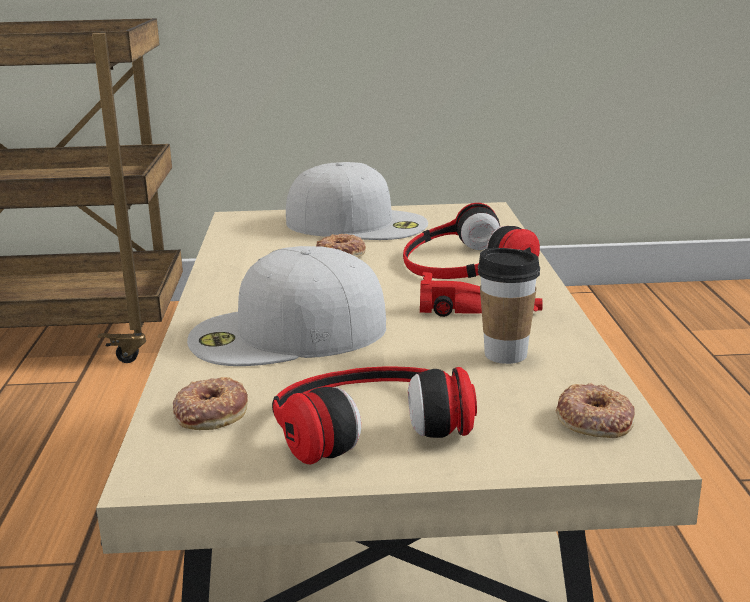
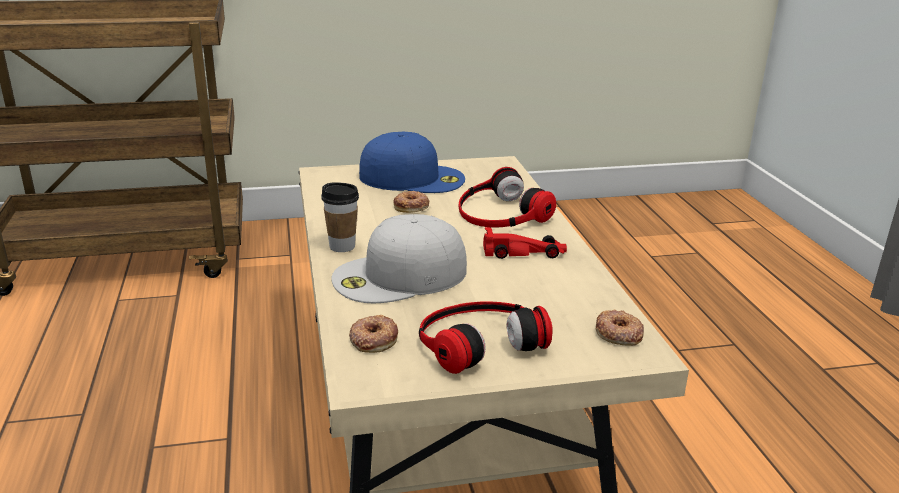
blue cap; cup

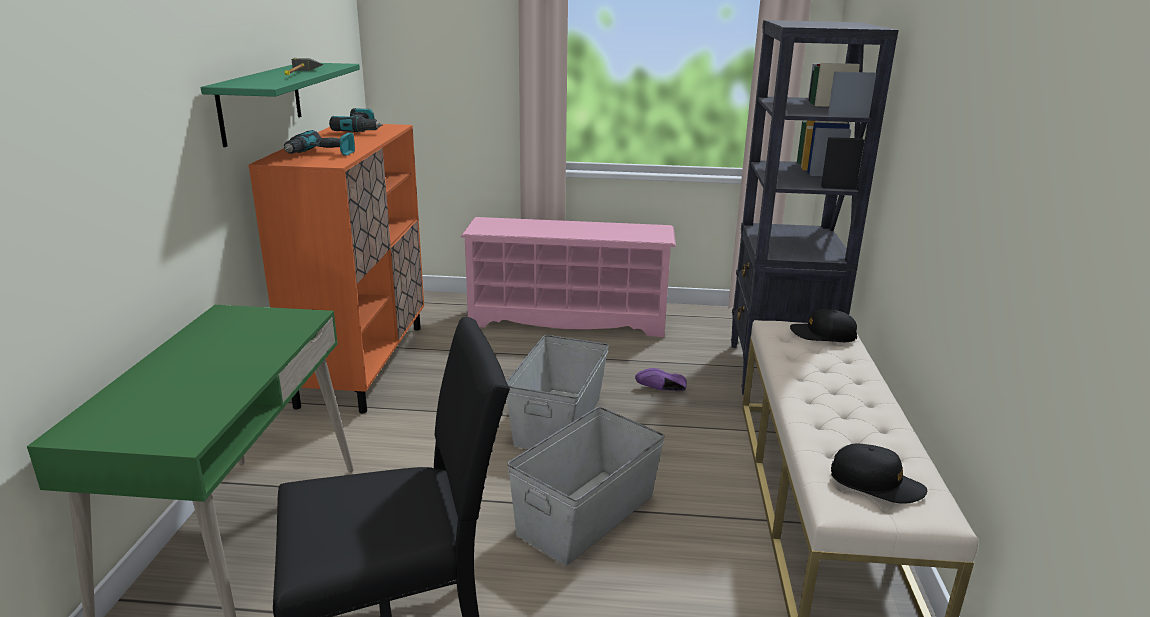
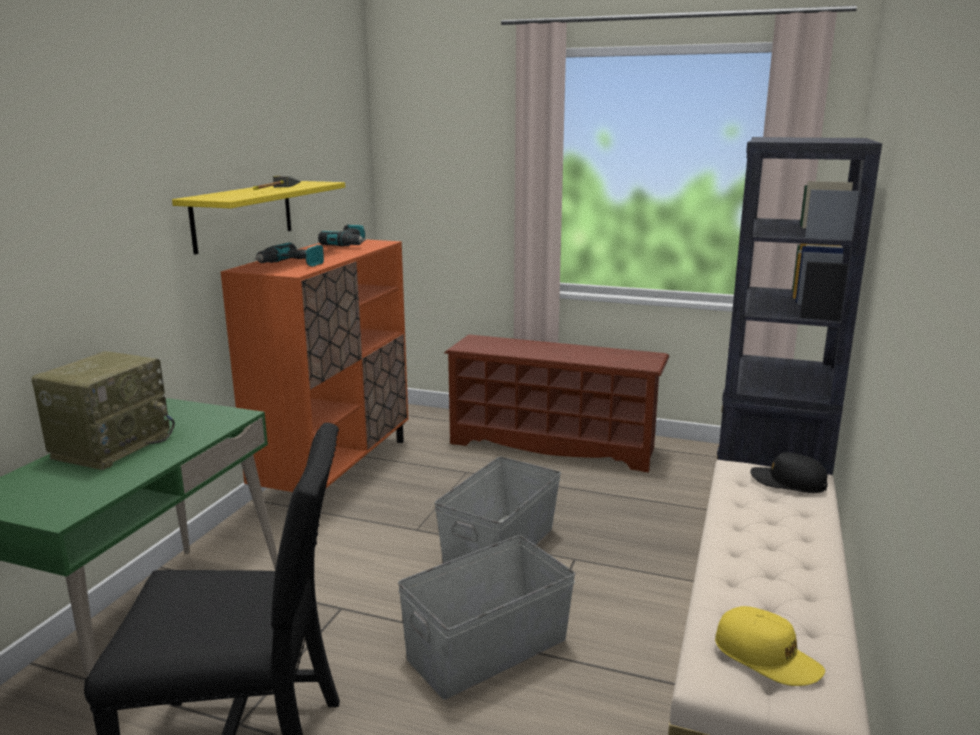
yellow shelf; brown shoe rack; purple shoe; yellow cap; radio

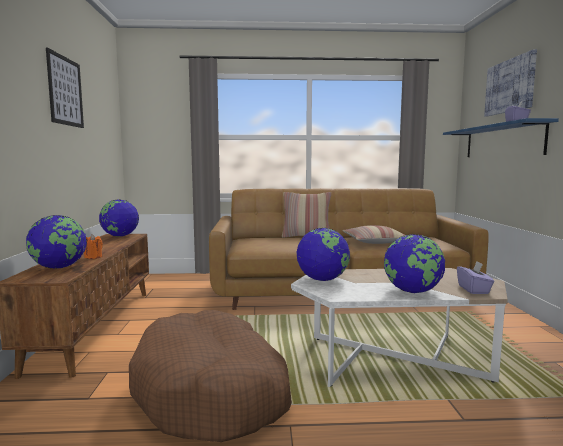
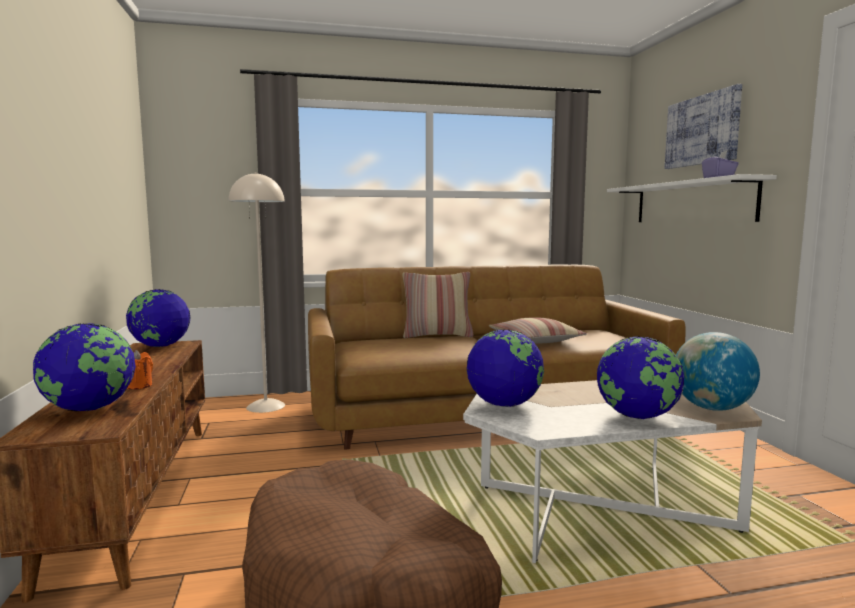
picture (1st from left in the first image); white shelf; globe (5th from left); beige floor lamp

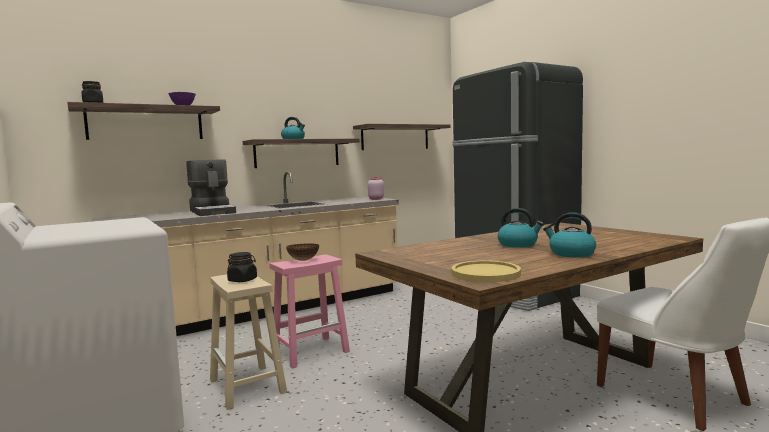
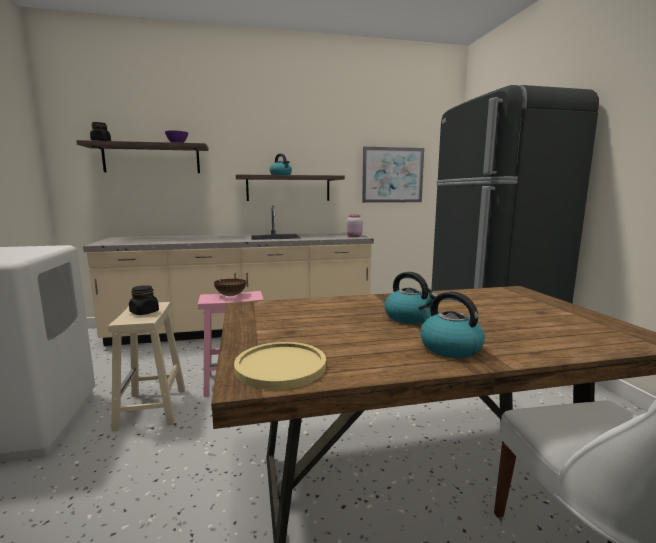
picture; coffee machine

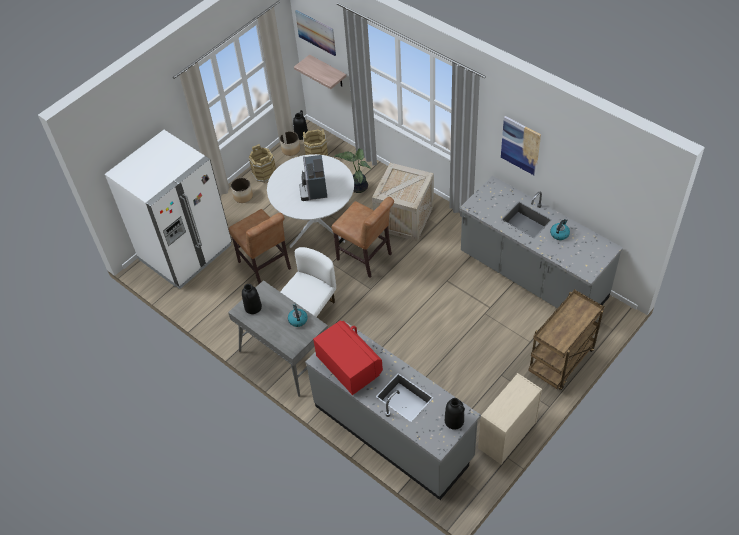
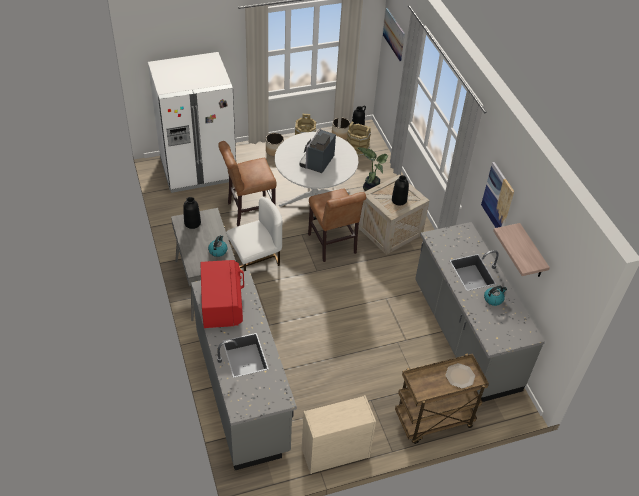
shelf; brown chair (1st from left); black vase (3rd from left); plate

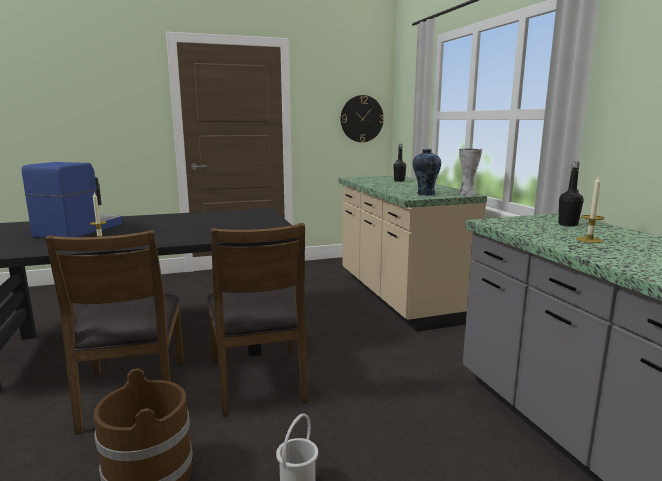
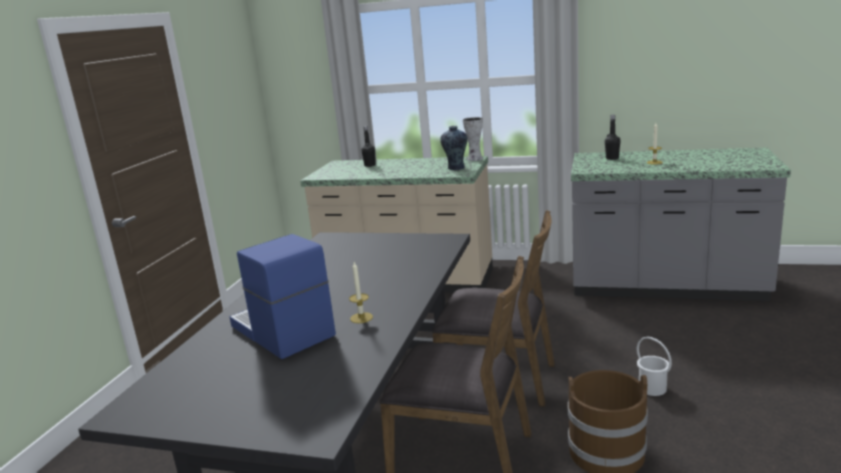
wall clock

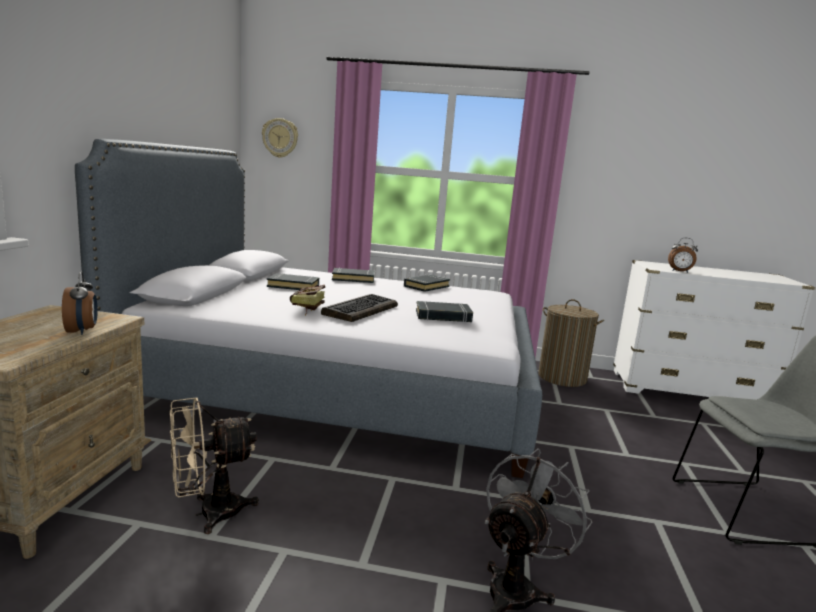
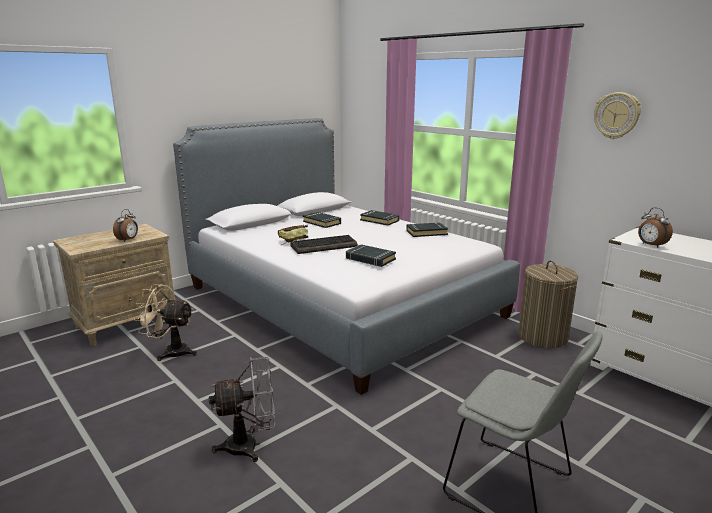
wall clock

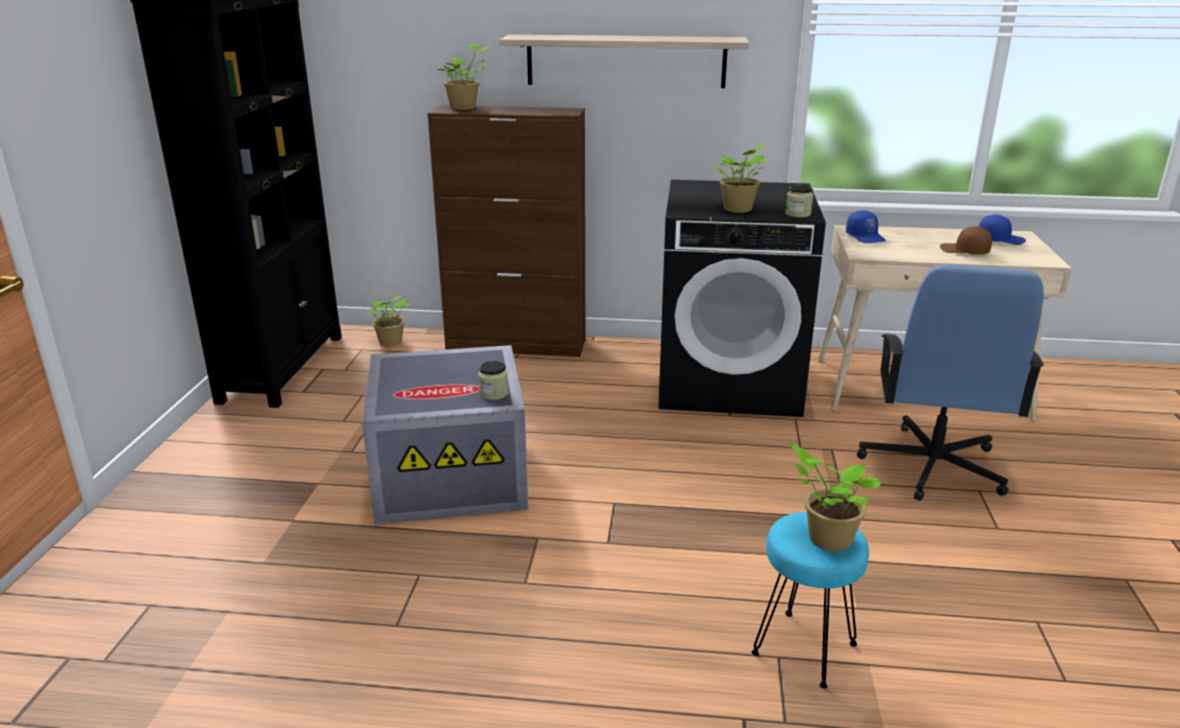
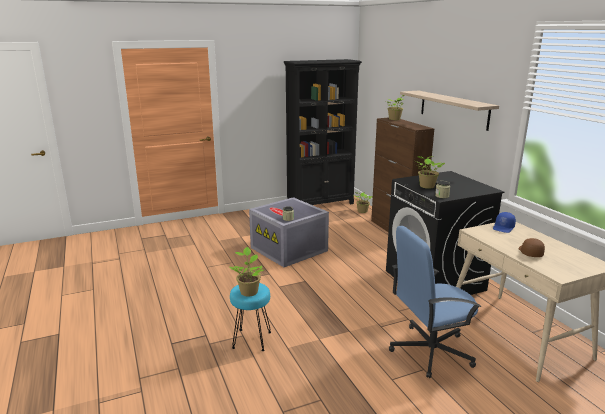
blue cap (2nd from left in the first image)

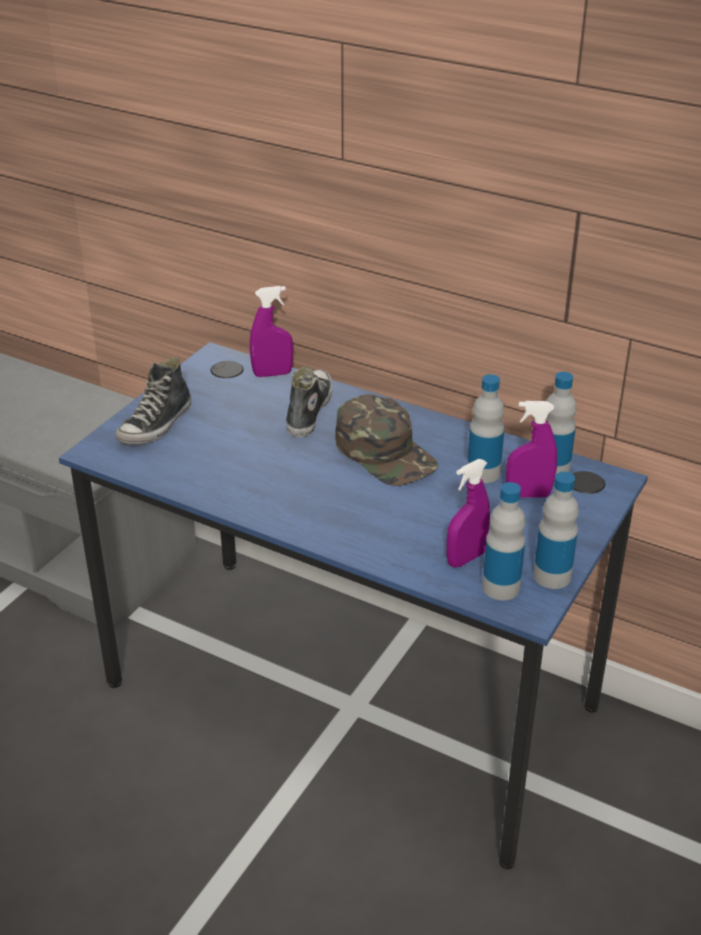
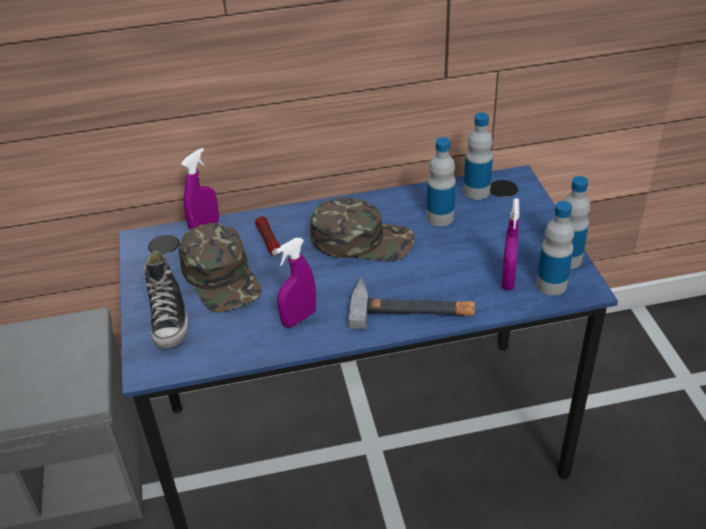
flashlight; purple spray bottle (2nd from left); green cap (1st from left); hammer

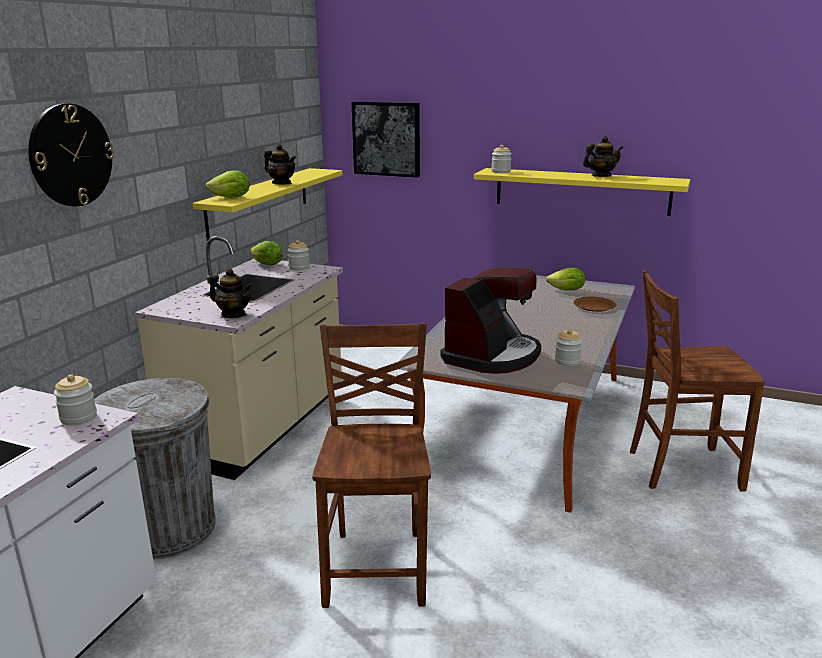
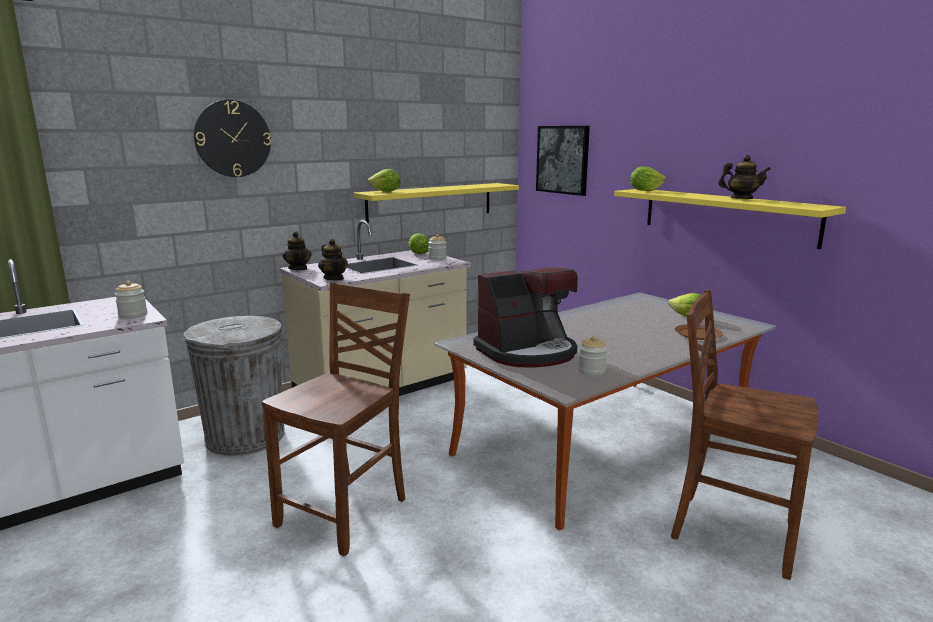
teapot (1st from left); lettuce (3rd from left)

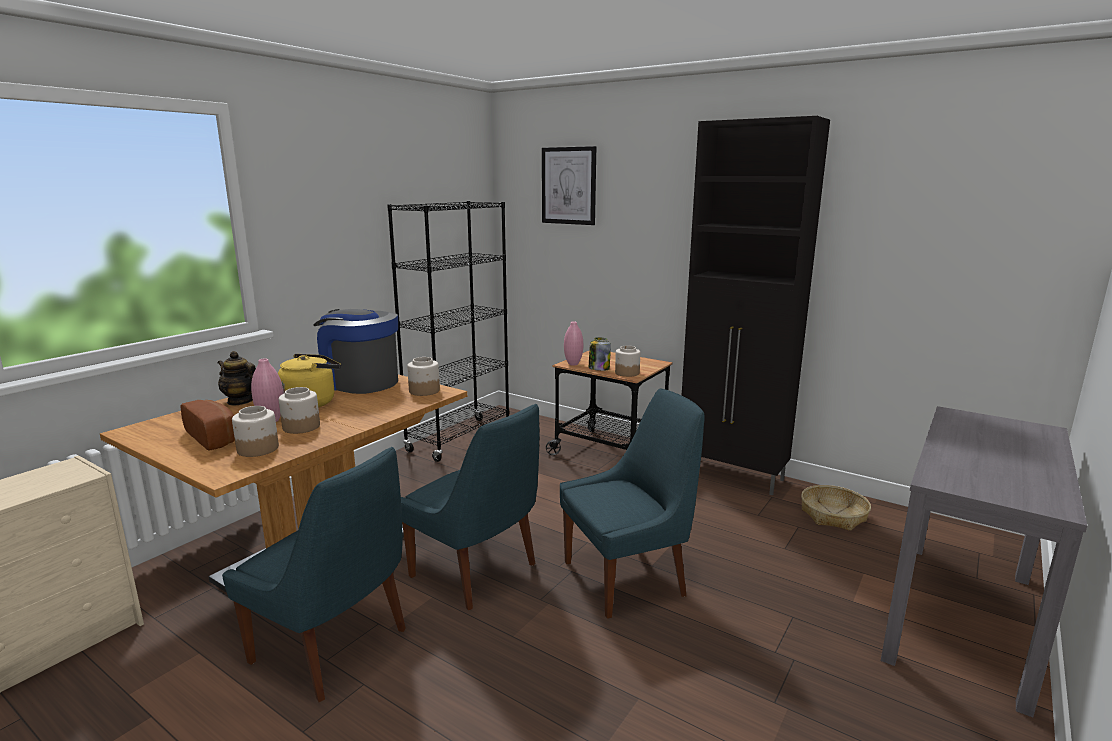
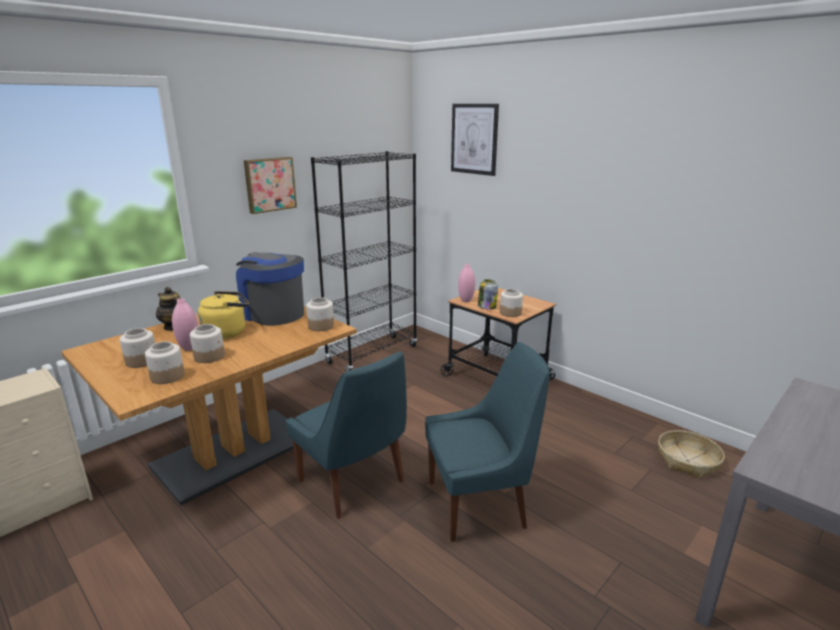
black cabinet; jar (1st from left); blue chair (1st from left in the first image); picture (1st from left)

